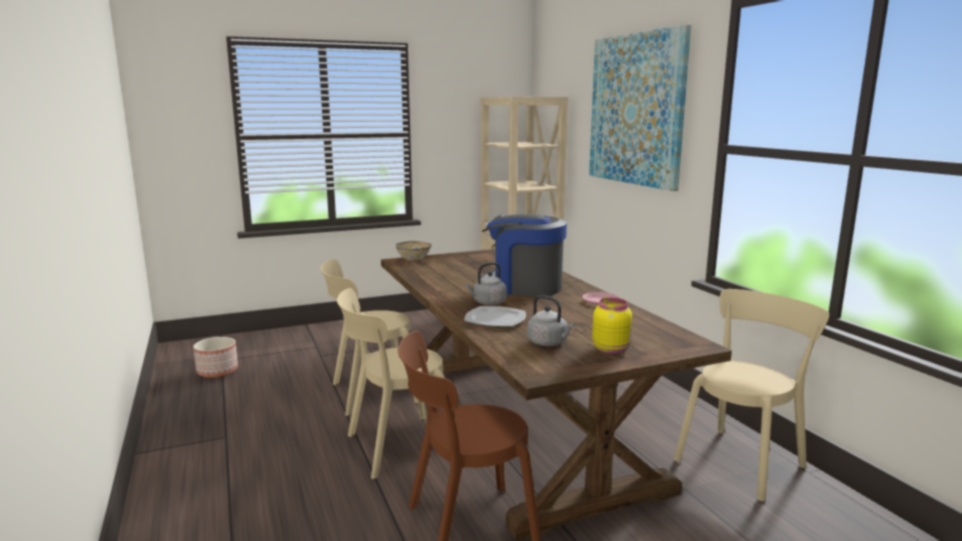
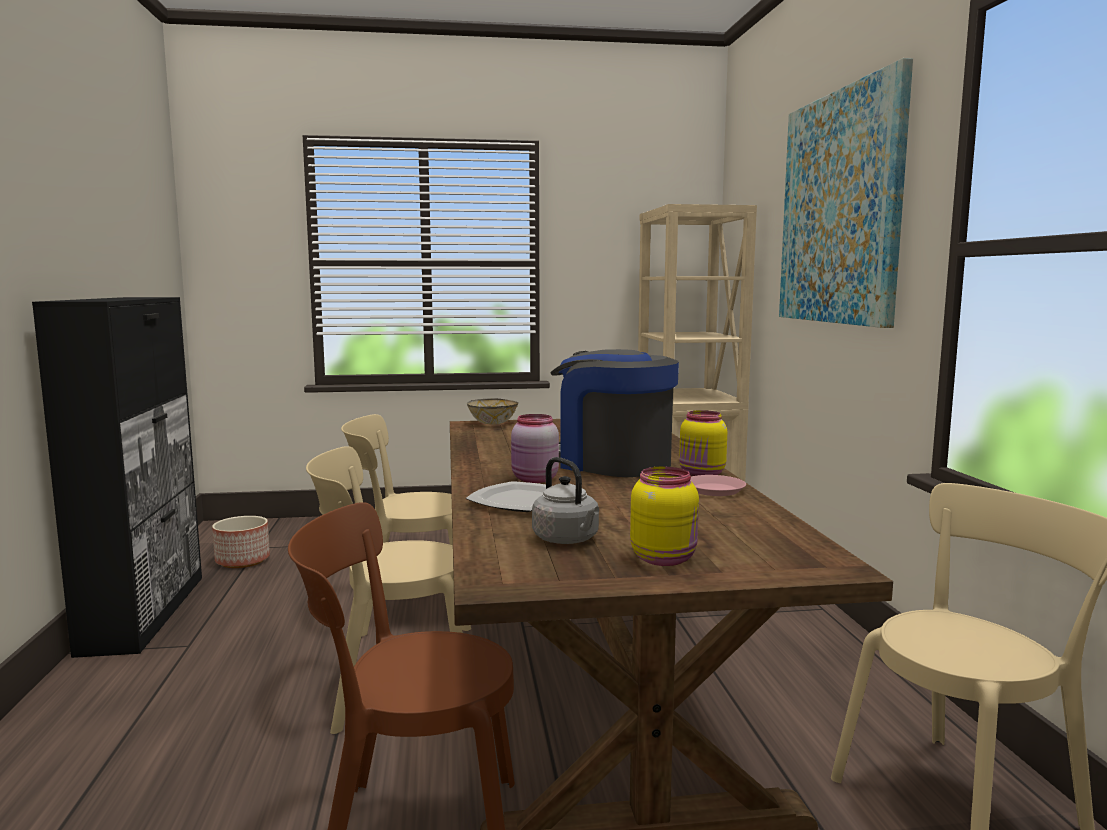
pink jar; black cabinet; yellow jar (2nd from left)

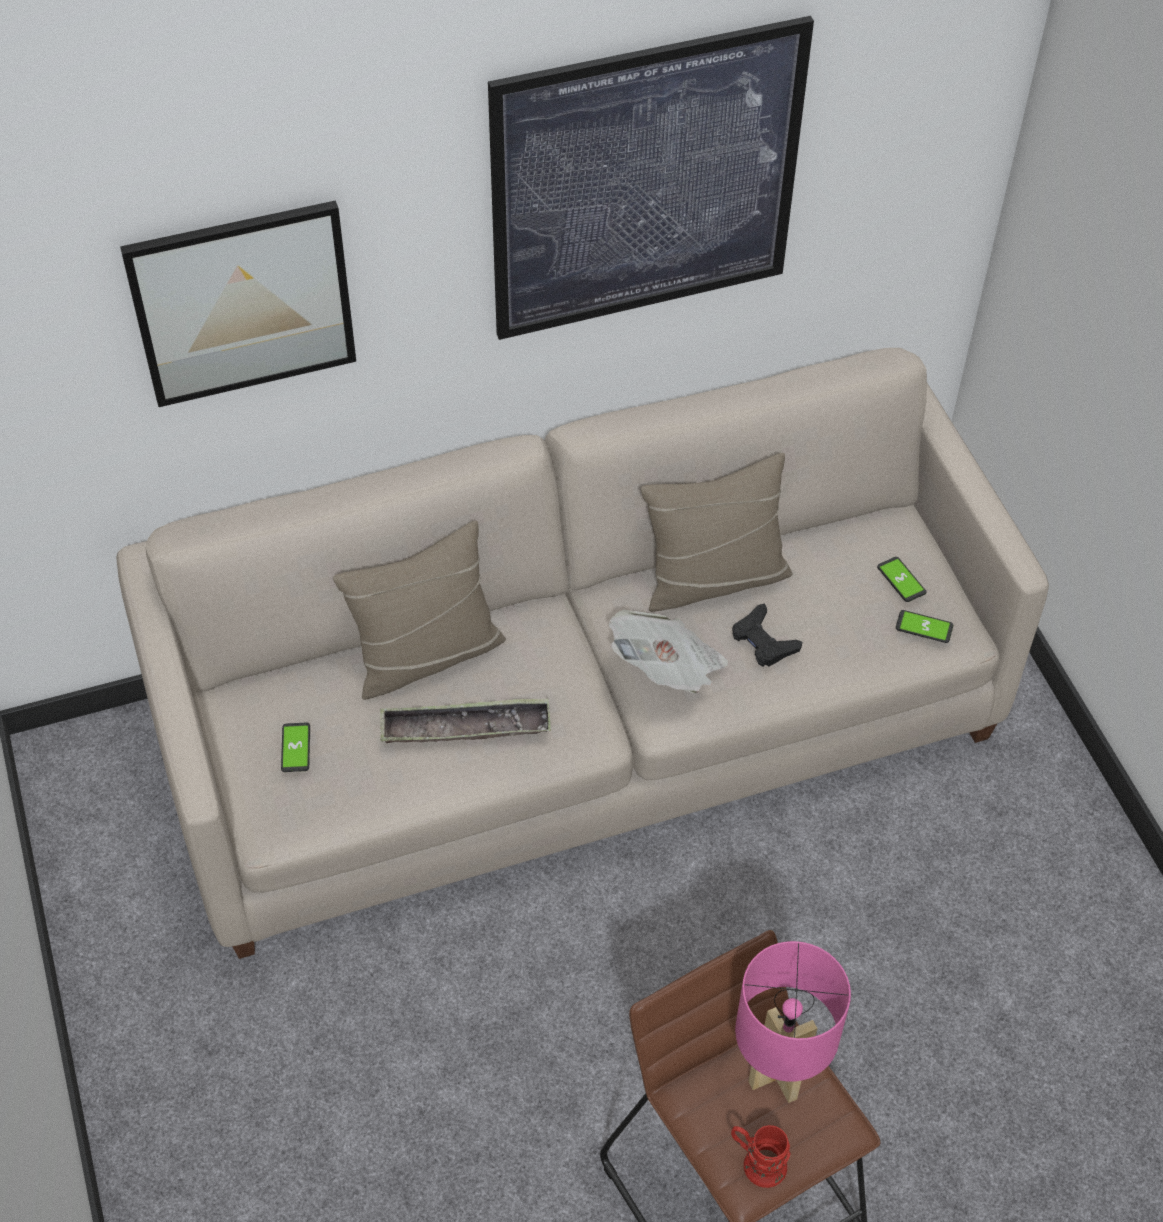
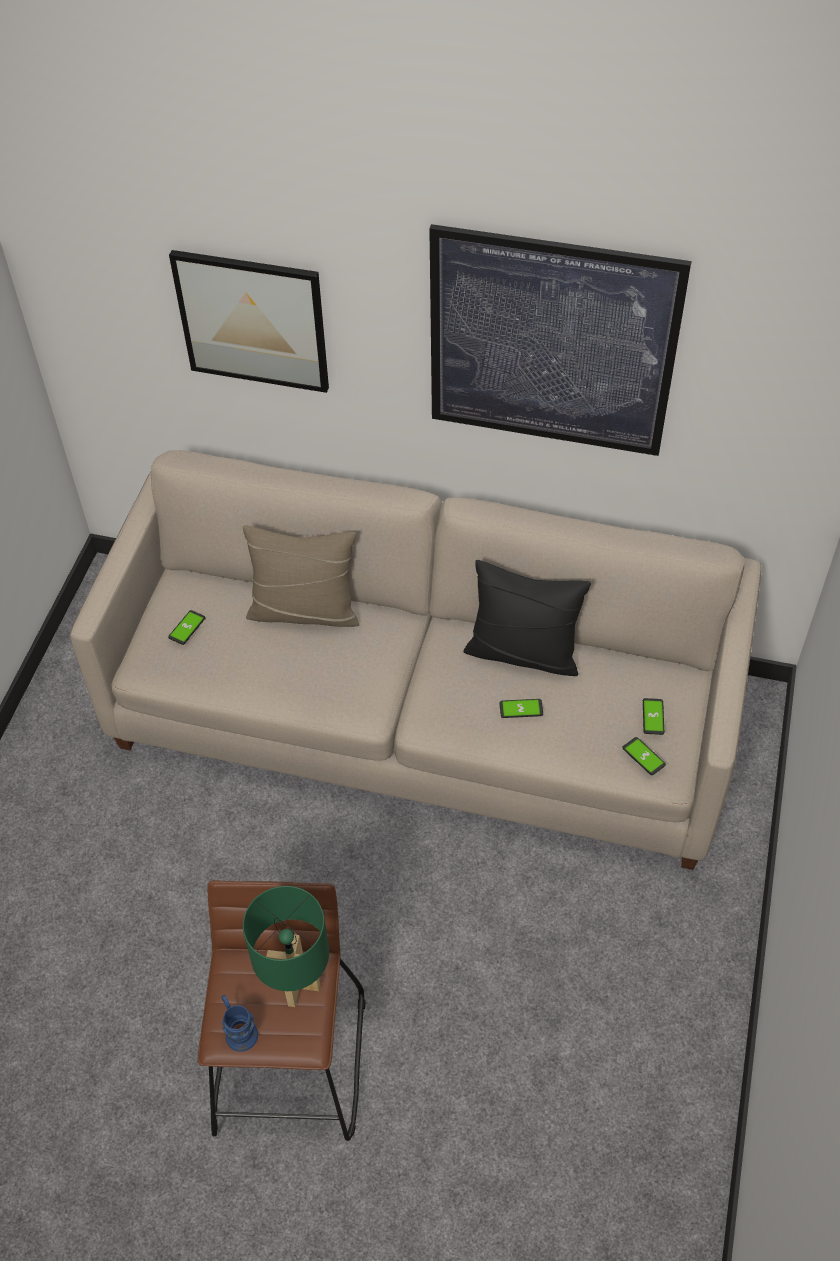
black pillow; phone (2nd from left); newspaper; tray; green table lamp; blue mug

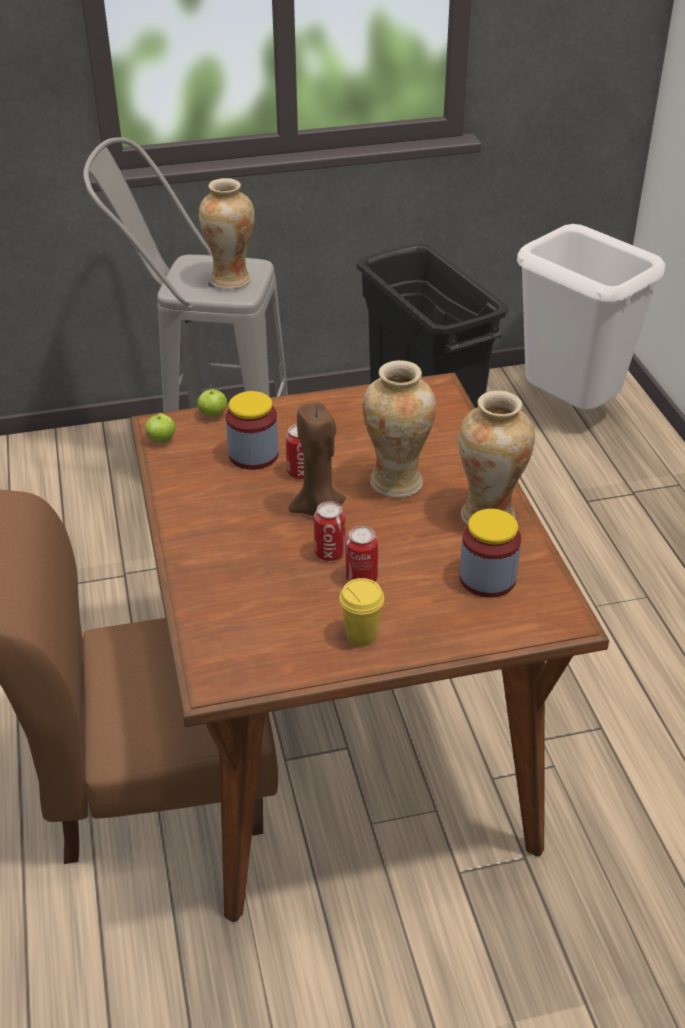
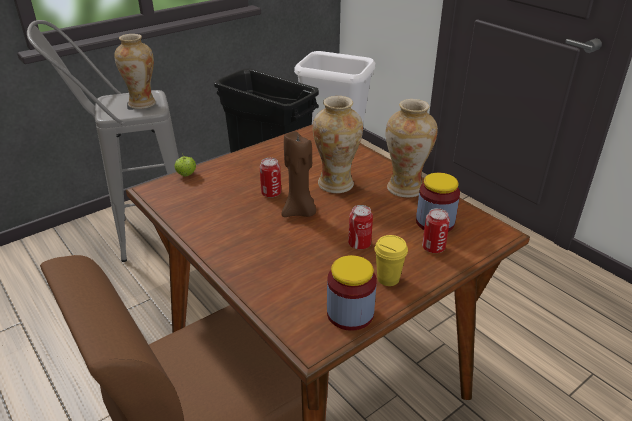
jar (1st from left); apple (1st from left in the first image); can (3rd from left)

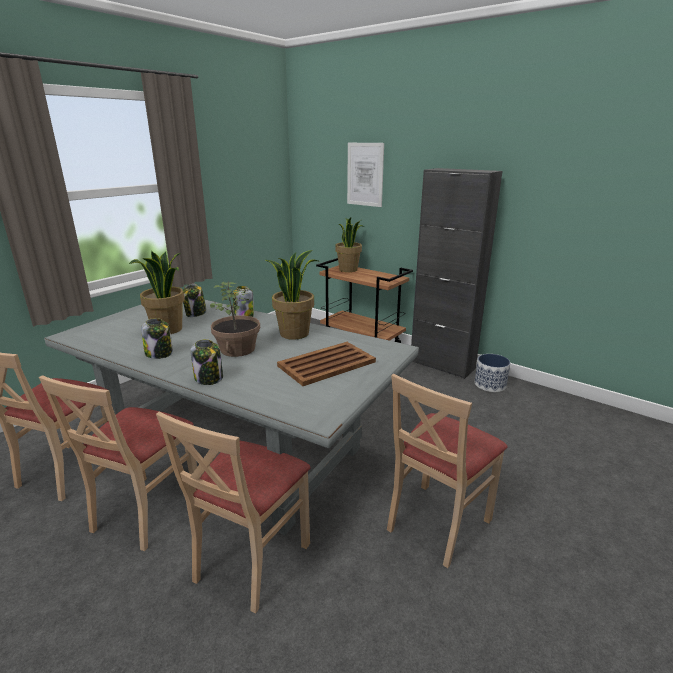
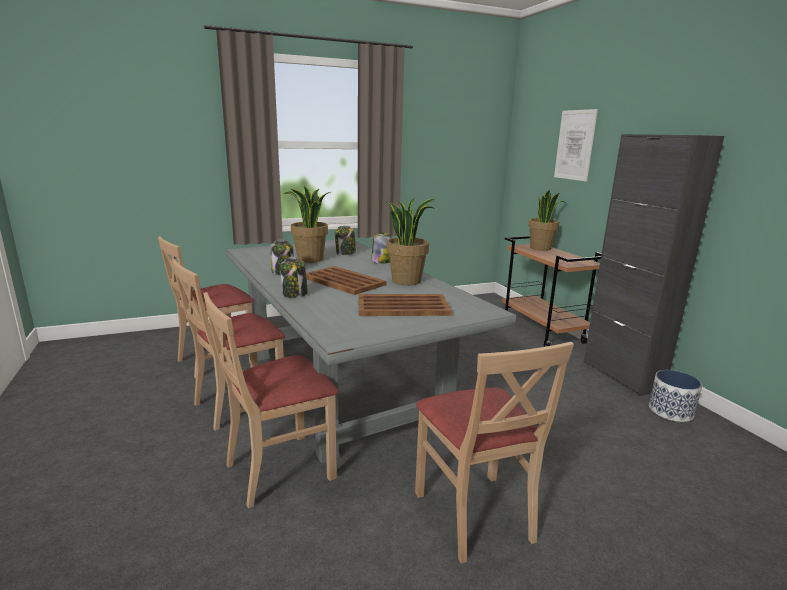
brown tray (1st from left); beige chair (4th from left)

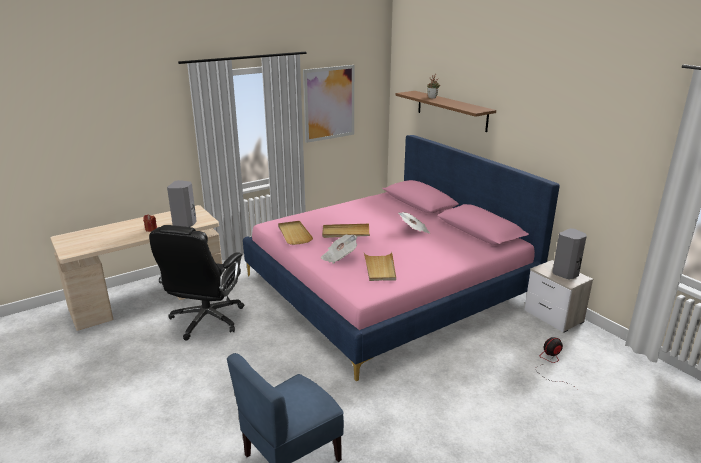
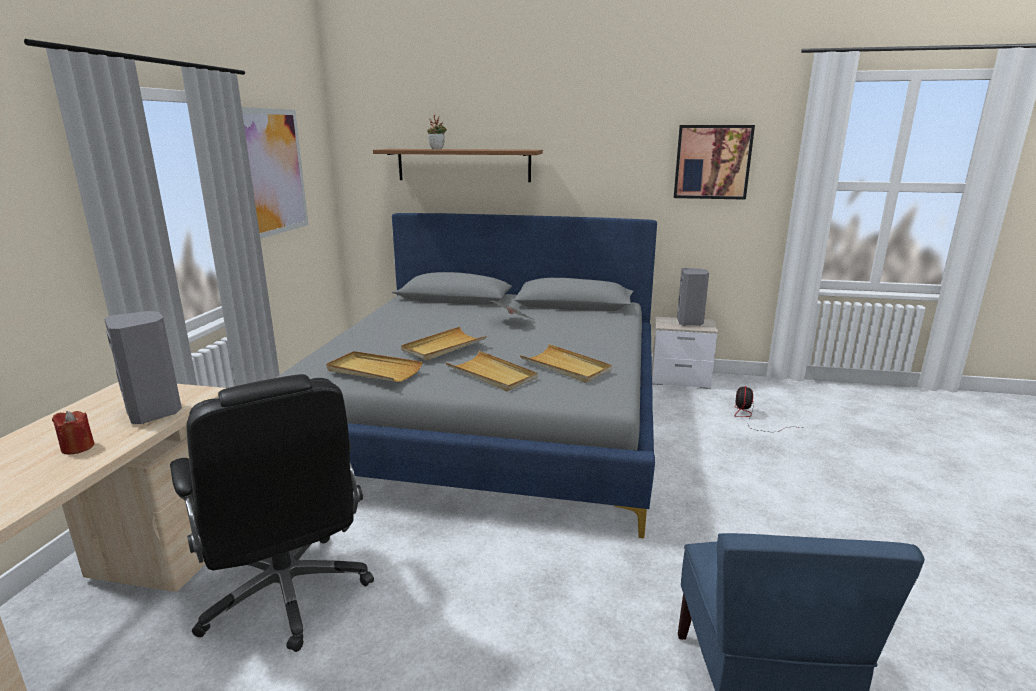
grey bed; beige tray (3rd from left); picture (2nd from left)

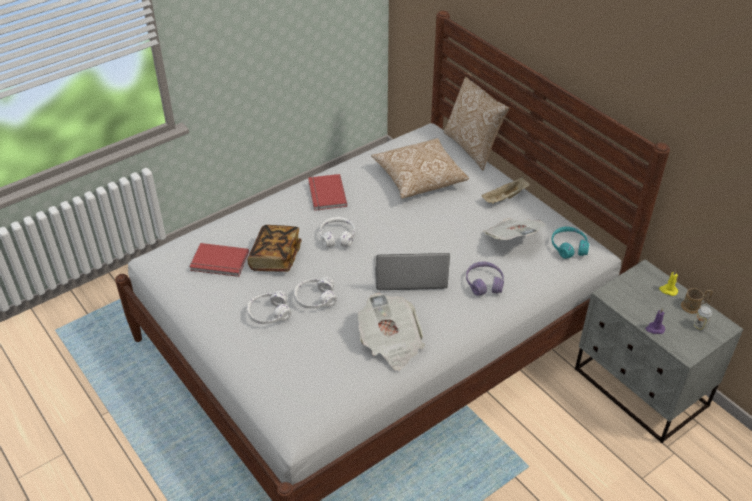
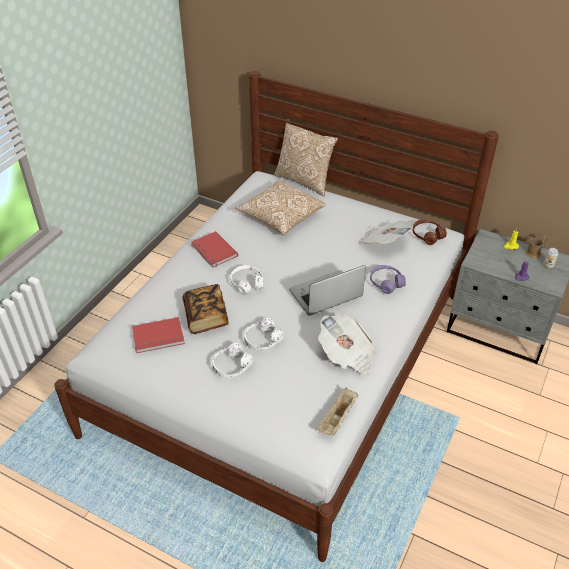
beige tray; brown headphones

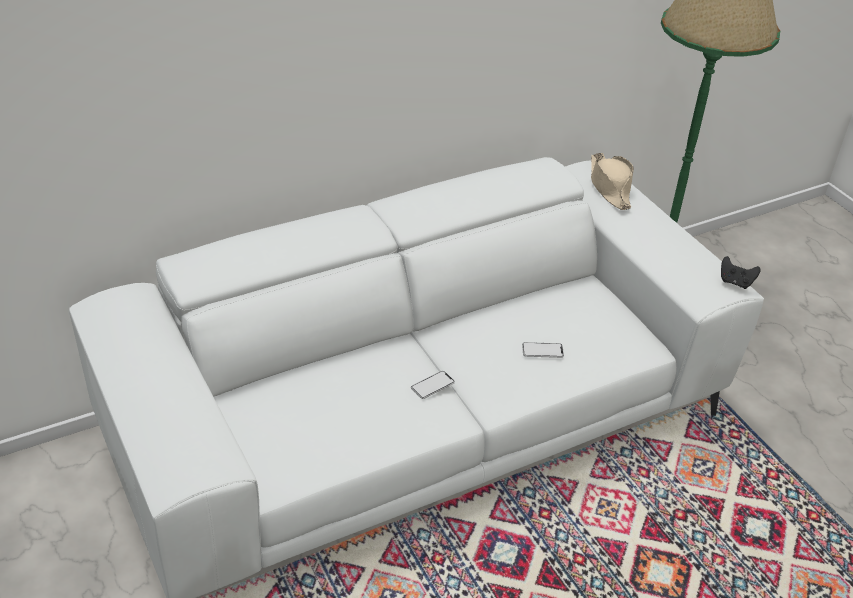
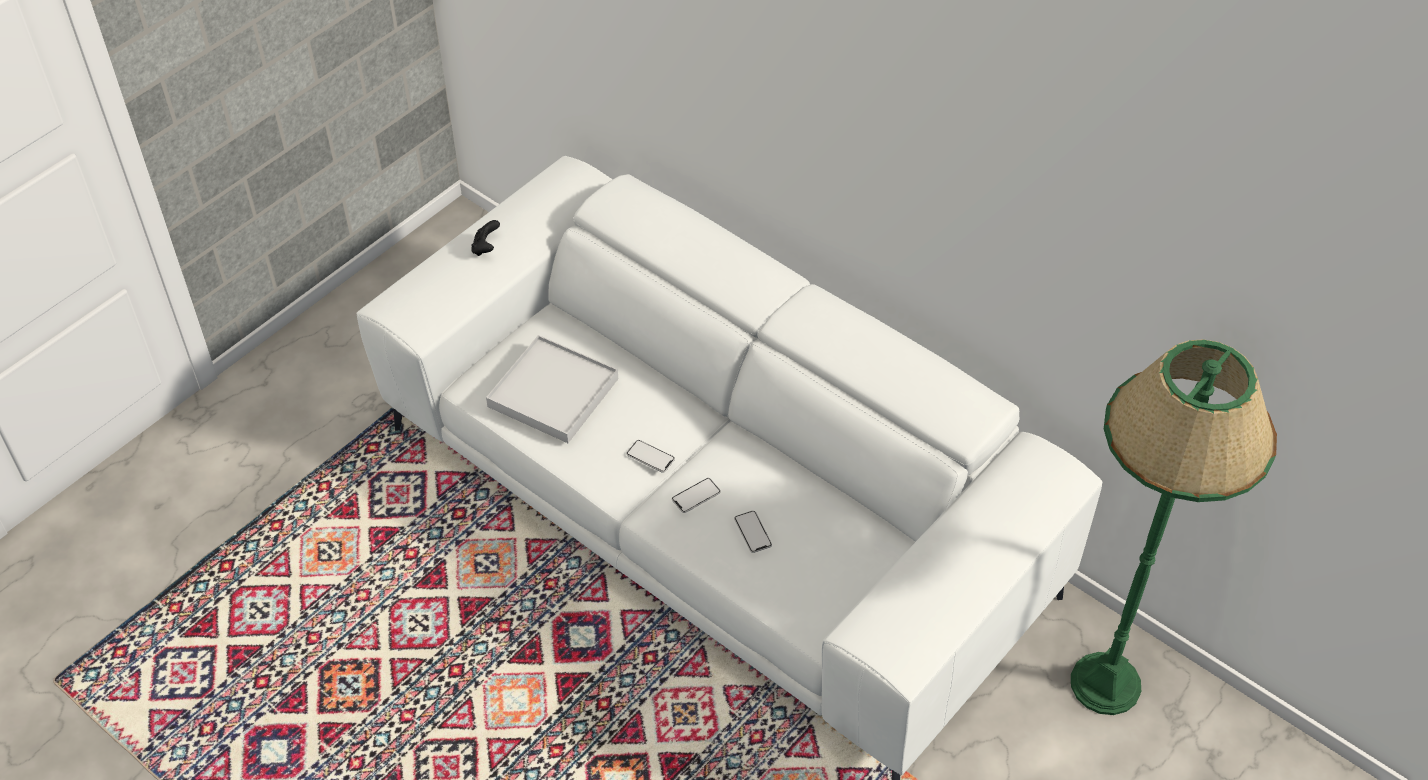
beige hat; black game controller; white tray; phone (2nd from left)

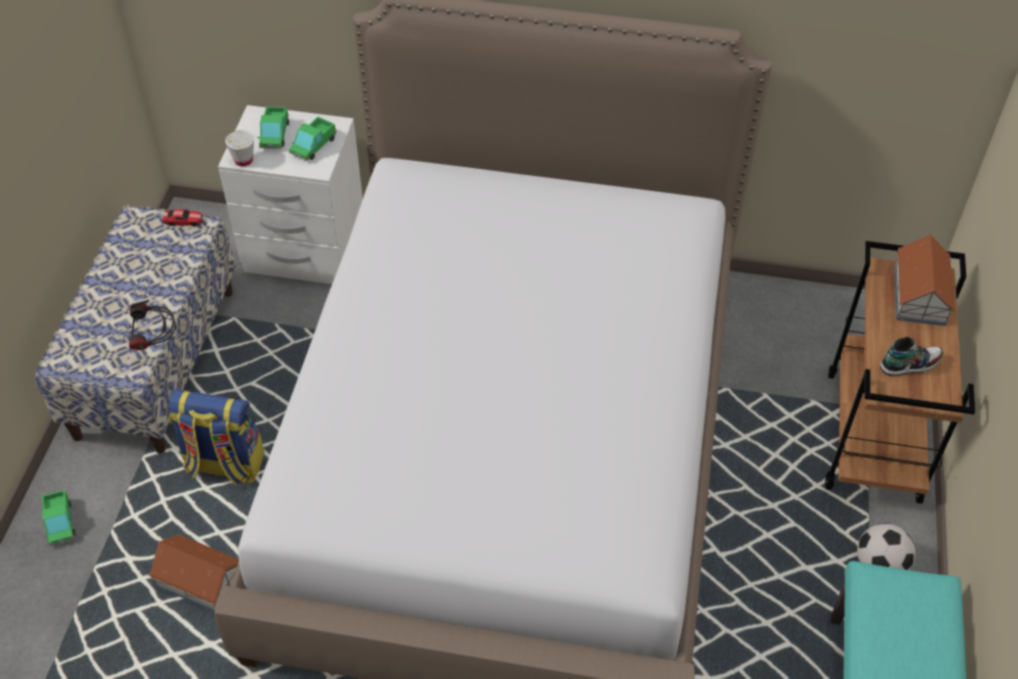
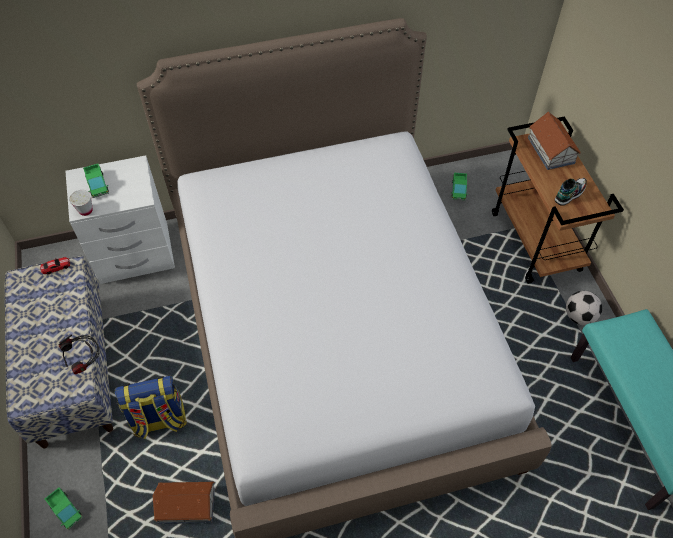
toy truck (3rd from left)

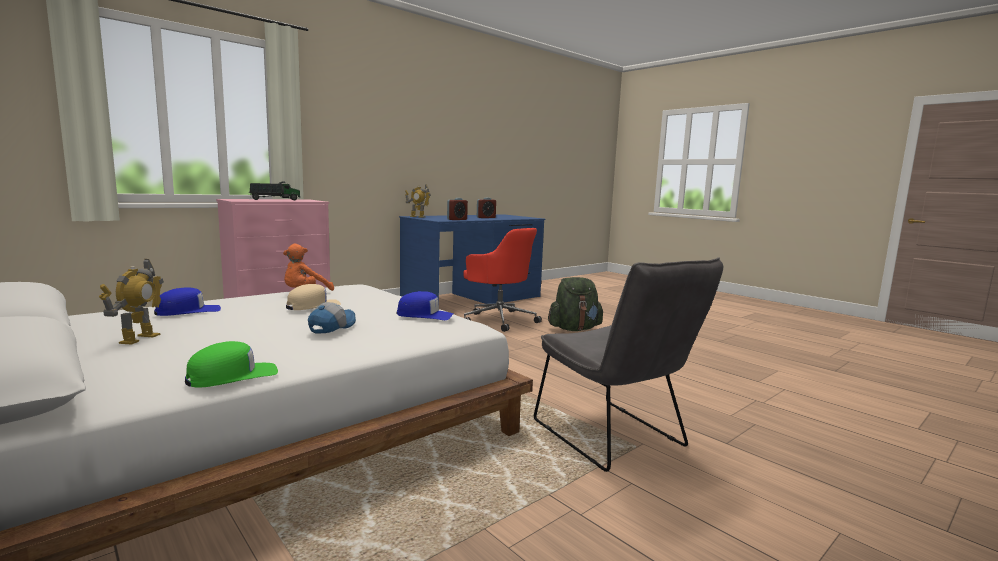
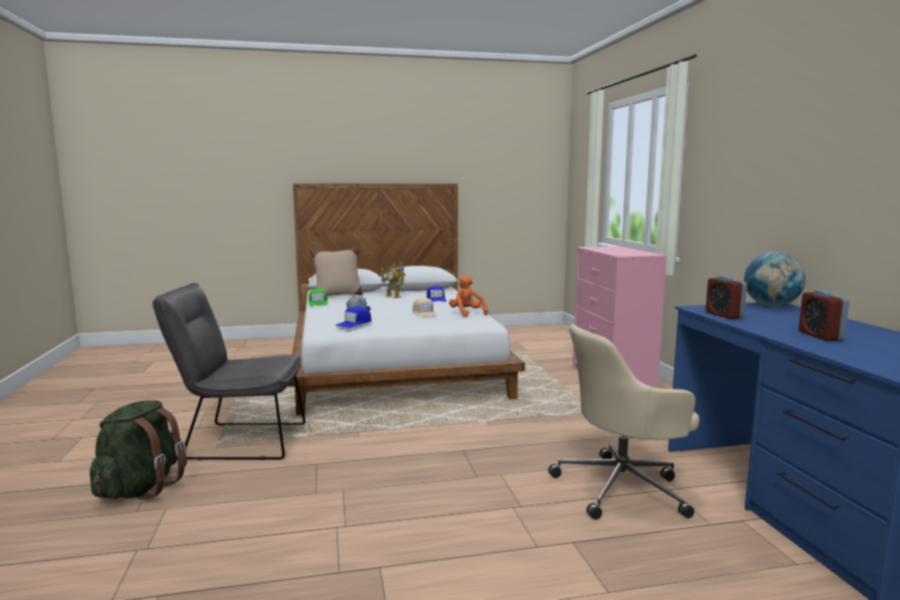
toy truck; globe; beige office chair; green backpack; beige pillow

